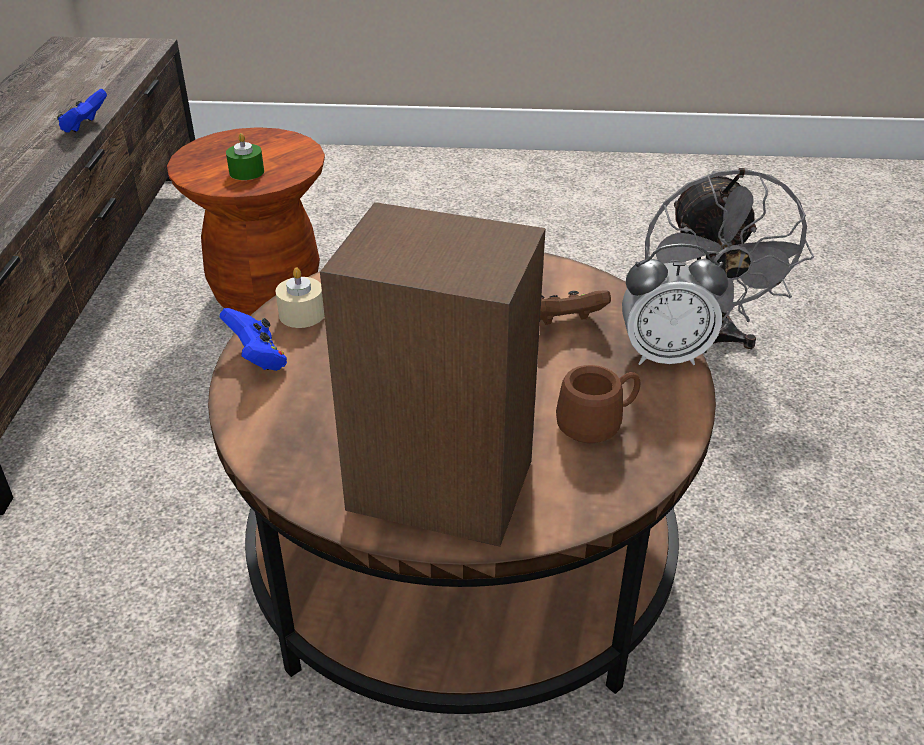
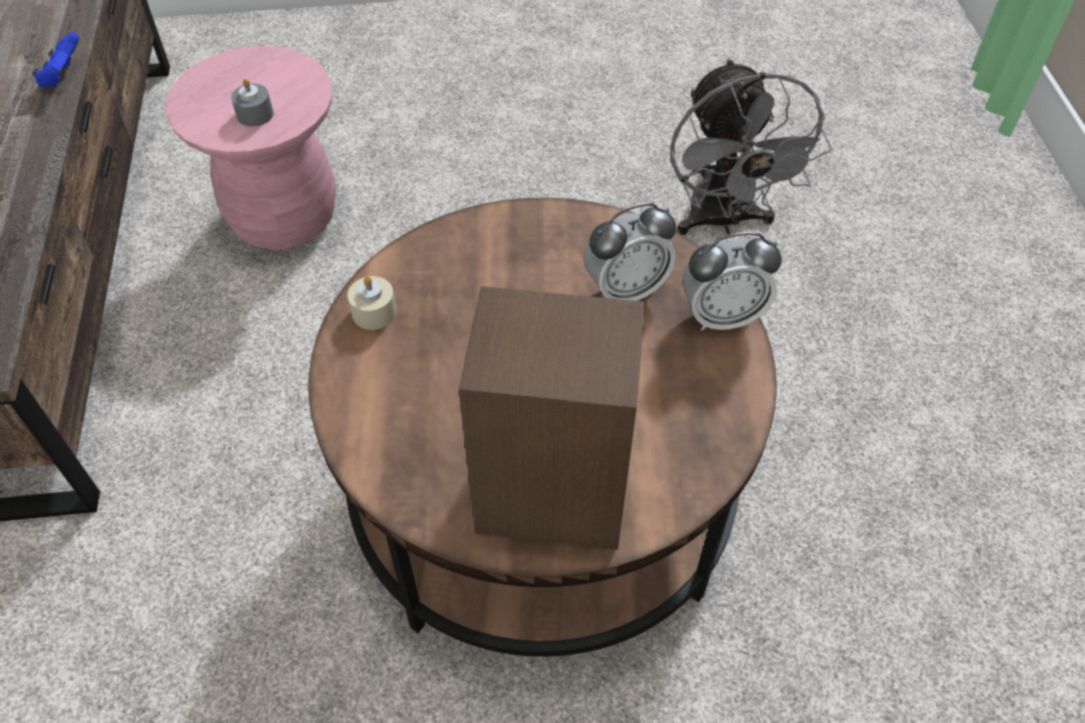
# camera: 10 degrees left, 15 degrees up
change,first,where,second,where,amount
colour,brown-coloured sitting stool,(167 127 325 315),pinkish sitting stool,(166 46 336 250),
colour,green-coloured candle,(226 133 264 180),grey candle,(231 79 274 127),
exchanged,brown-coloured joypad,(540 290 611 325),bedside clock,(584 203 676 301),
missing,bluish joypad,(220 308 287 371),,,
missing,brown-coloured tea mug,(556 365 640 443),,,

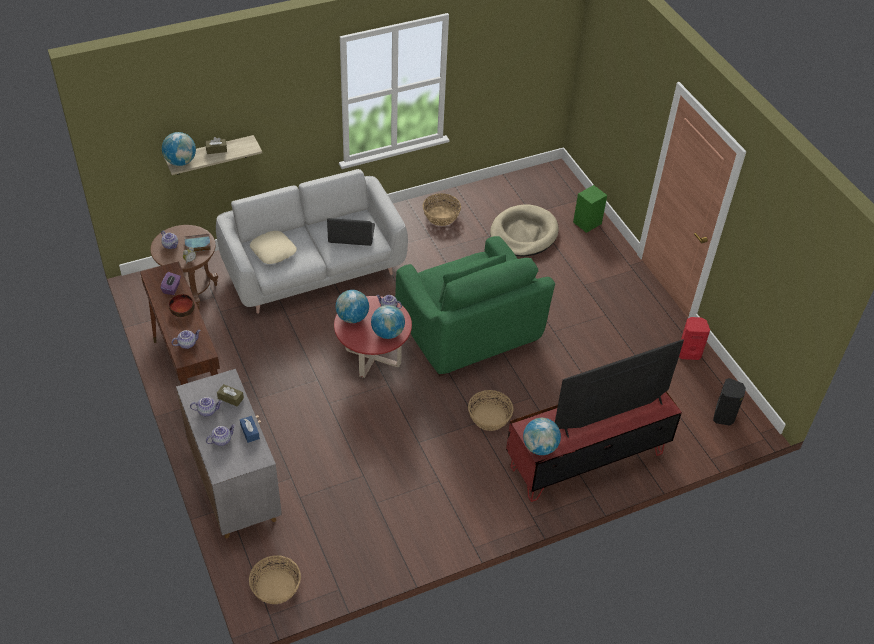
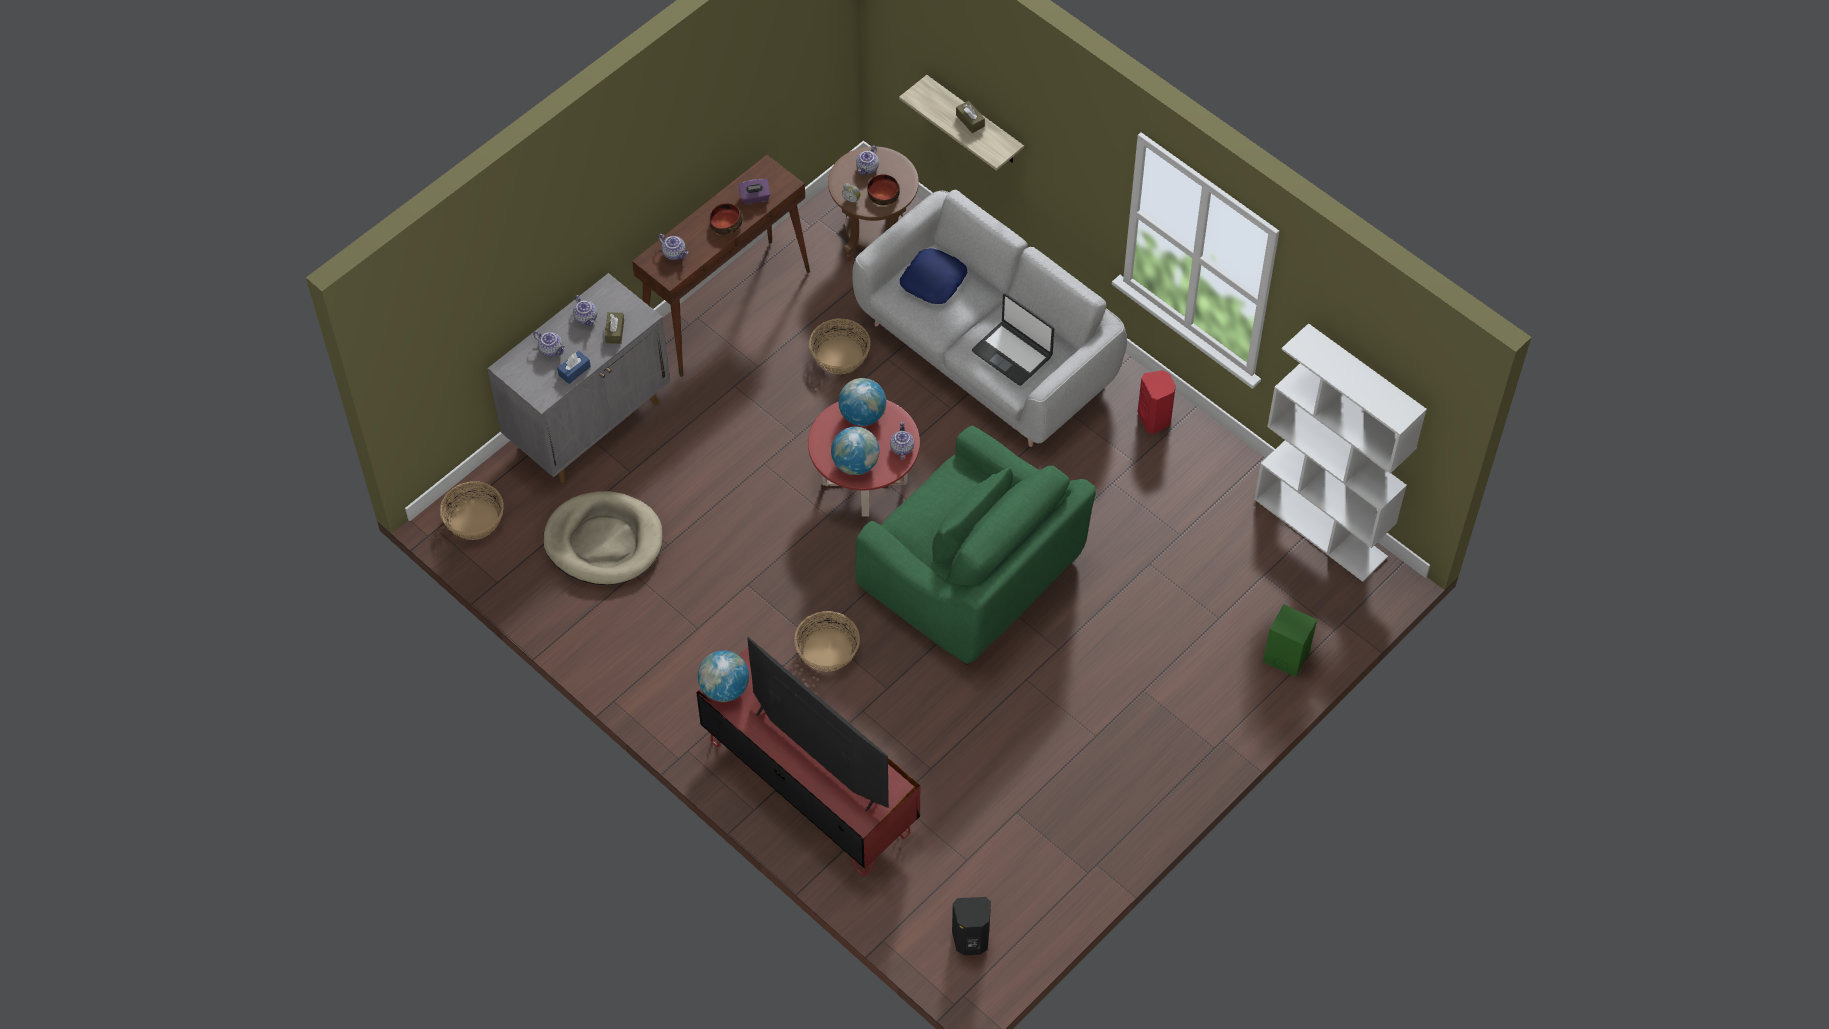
# camera: 70 degrees right, 10 degrees up
change,first,where,second,where,amount
missing,world globe,(162 132 196 166),,,
relocated,storage basket,(423 193 461 226),,(809 318 871 374),
relocated,sand-coloured dog bed,(490 204 559 257),,(543 491 662 585),
spun,portable computer,(327 218 375 246),,(972 293 1054 386),150 degrees clockwise
colour,sand-coloured pillow,(250 231 297 264),bluish pillow,(900 248 968 304),
exchanged,volume,(184 234 211 252),bowl,(867 174 900 206),
spun,green-coloured easy chair,(395 236 555 377),,(855 425 1096 666),90 degrees counterclockwise
relocated,red loudspeaker,(679 317 710 360),,(1137 370 1176 434),
appeared,,,white shelving unit,(1254 323 1427 582),

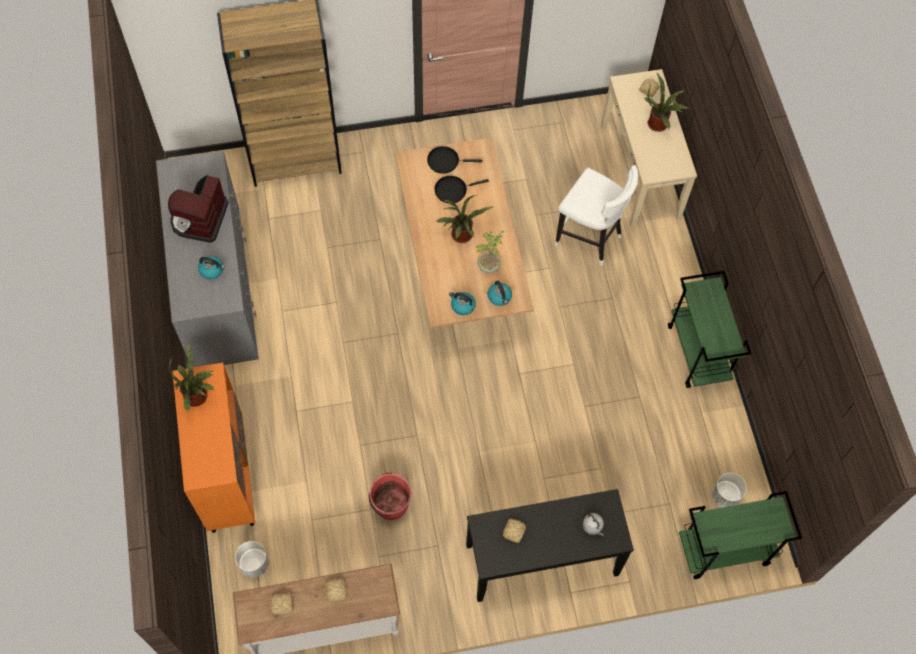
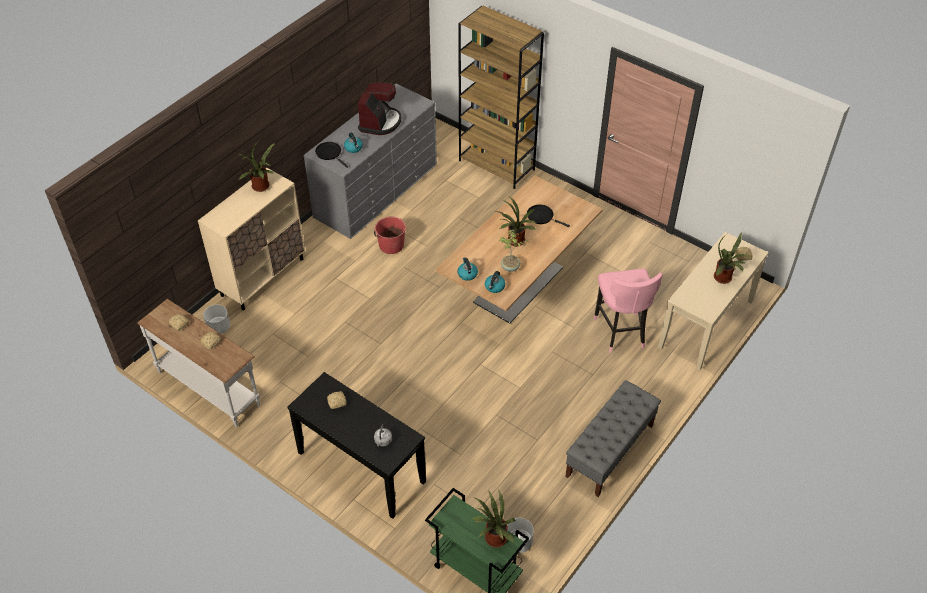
# camera: 50 degrees right, 15 degrees down
change,first,where,second,where,amount
relocated,black frying pan,(427 146 482 174),,(315 142 348 168),
colour,white sitting stool,(555 165 638 266),pinkish sitting stool,(594 269 663 353),
spun,coffee brewer,(168 175 229 243),,(358 82 401 135),135 degrees clockwise
exchanged,green-coloured wheeled cart,(668 271 752 388),grey long seat,(565 380 661 497),
colour,orangey cabinet,(172 363 255 533),sand-coloured cabinet,(198 168 305 310),
relocated,red pail,(369 473 411 520),,(374 216 406 254),
appeared,,,houseplant,(472 490 515 548),

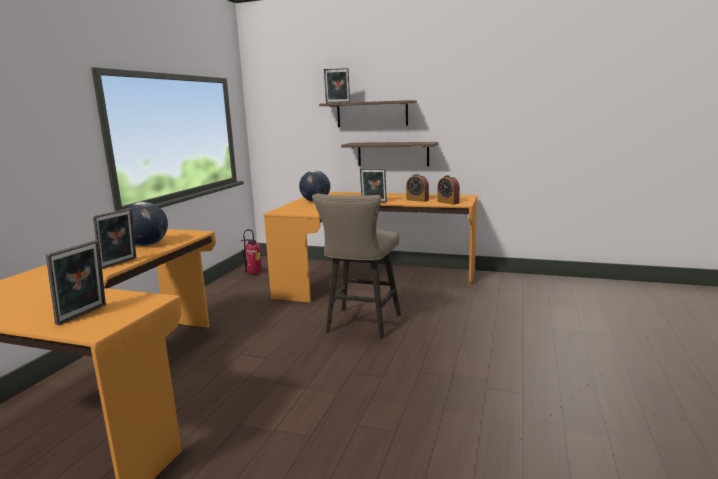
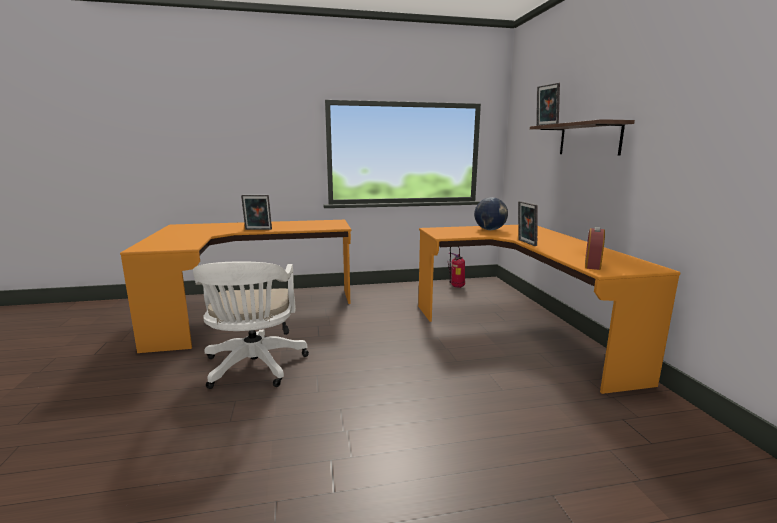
# camera: 60 degrees right, 0 degrees up
change,first,where,second,where,amount
missing,shelf,(341 142 438 166),,,
missing,bedside clock,(406 174 429 202),,,
missing,sand-coloured sitting stool,(312 194 401 339),,,
missing,world globe,(127 202 168 246),,,
missing,photo frame,(46 240 106 325),,,
appeared,,,white desk chair,(193 261 309 389),

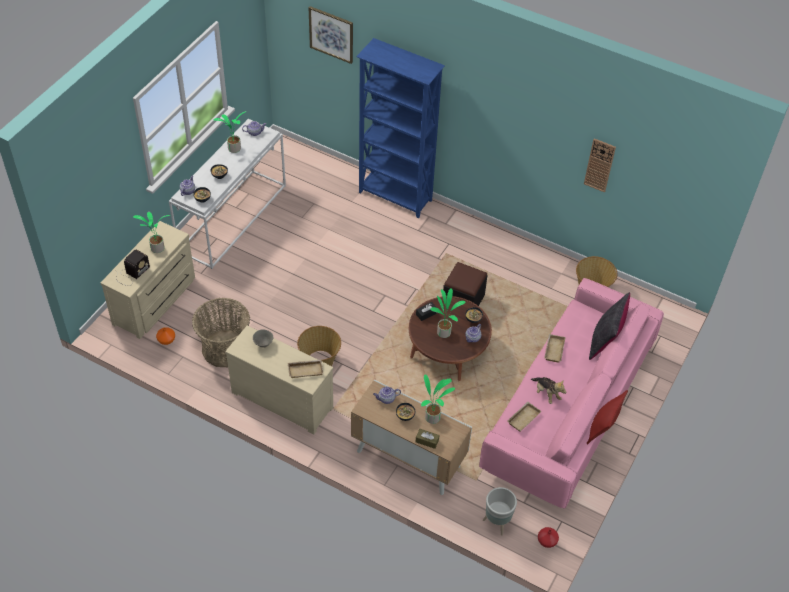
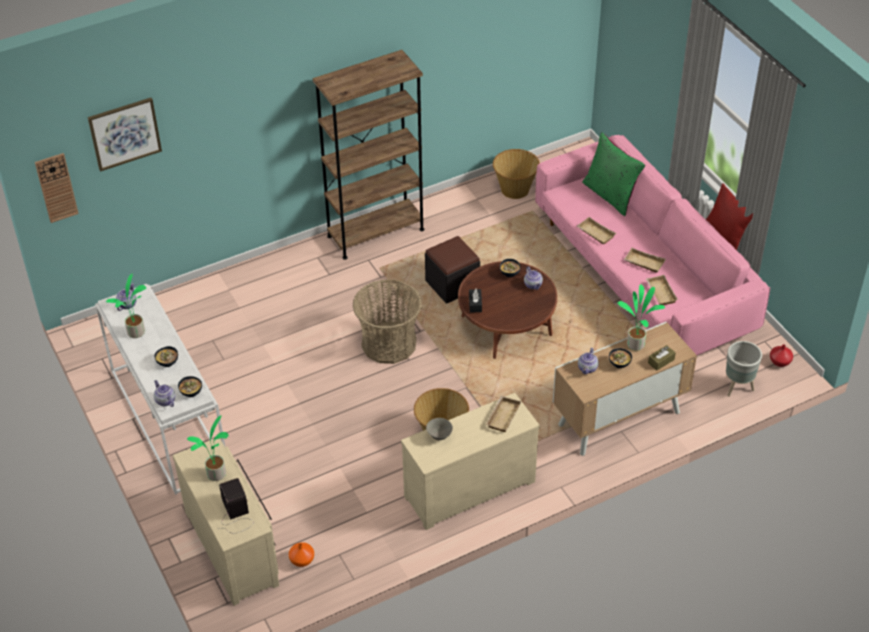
# camera: 55 degrees left, 5 degrees down
change,first,where,second,where,amount
missing,bluish shelving unit,(356 38 445 218),,,
relocated,clock on the wall,(584 138 616 193),,(35 153 79 223),
missing,houseplant,(430 288 465 338),,,
colour,black pillow,(589 292 630 360),green-coloured pillow,(582 132 645 216),
relocated,storage basket,(192 298 250 367),,(353 280 422 364),
exchanged,soft toy,(531 377 566 404),sand-coloured carrying tray,(624 248 666 272),
appeared,,,brown-coloured shelving unit,(313 50 424 260),

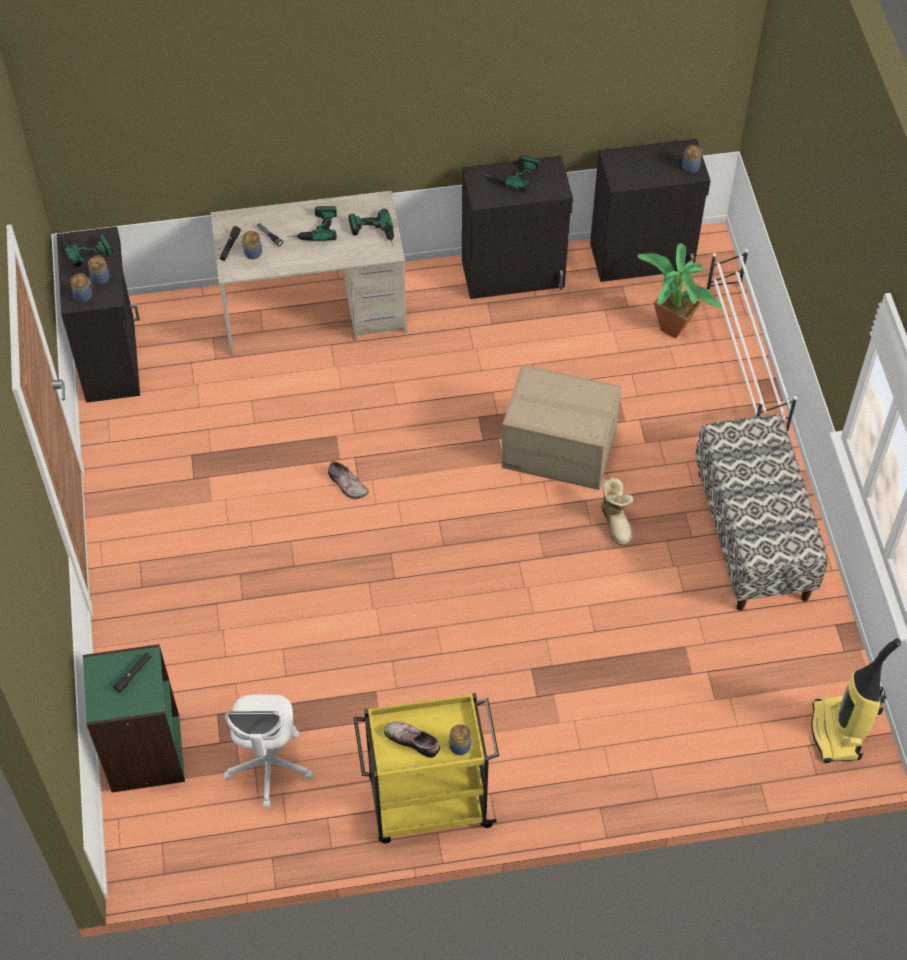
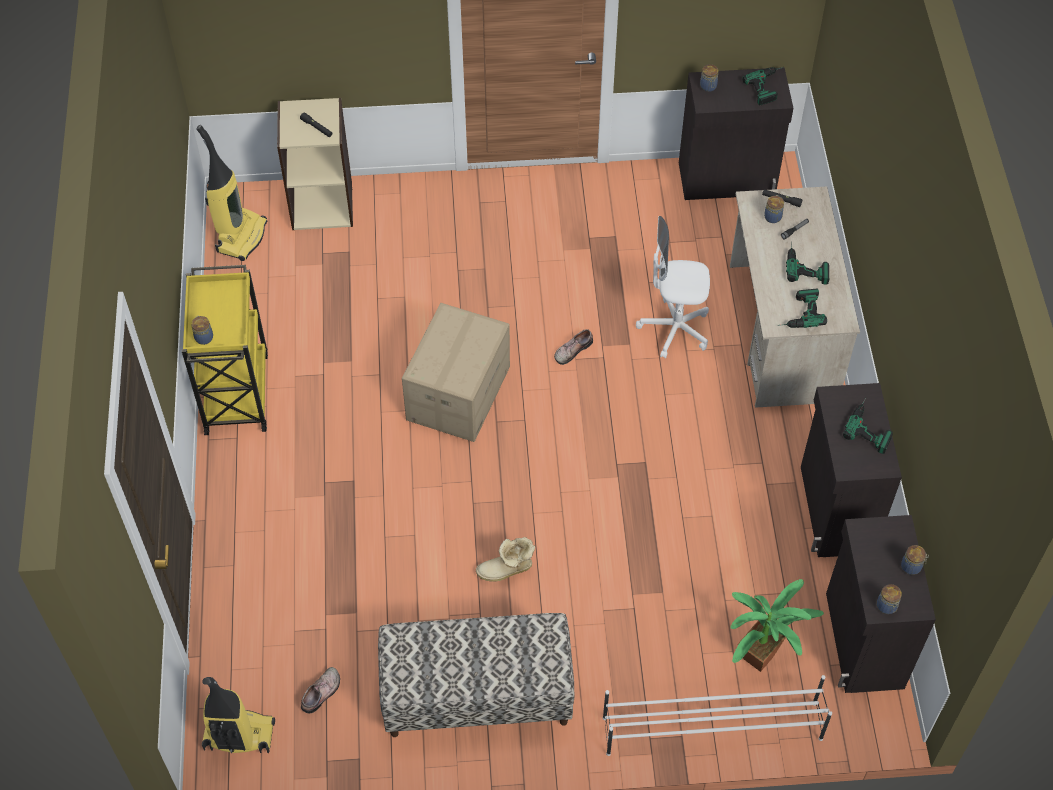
# camera: 95 degrees right, 0 degrees up
change,first,where,second,where,amount
relocated,preserve jar,(88 255 110 285),,(901 545 929 575),
relocated,packing box,(501 365 621 490),,(402 303 510 442),
colour,green-coloured shelving unit,(83 644 185 793),sand-coloured shelving unit,(277 98 353 230),
relocated,white desk chair,(224 694 313 808),,(636 216 710 358),
relocated,shoe,(384 721 440 758),,(301 667 340 714),
appeared,,,vacuum cleaner,(196 125 267 261),

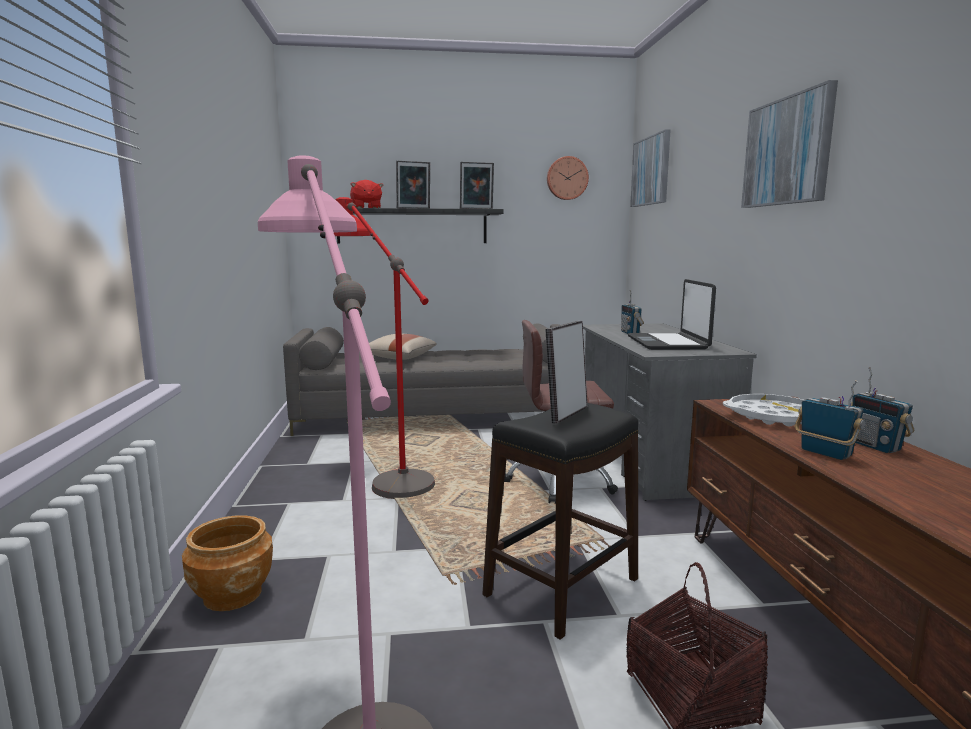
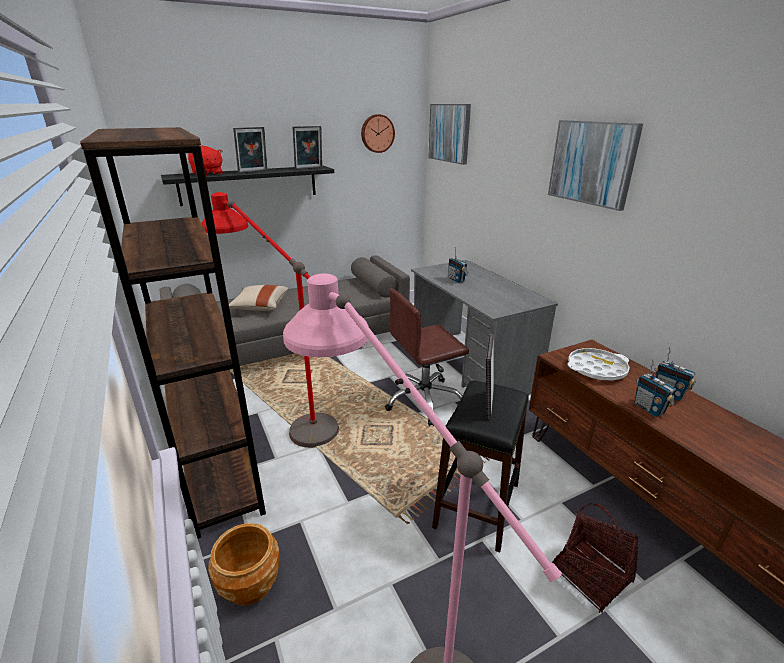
# camera: 20 degrees left, 15 degrees up
change,first,where,second,where,amount
missing,portable computer,(628 279 716 350),,,
spun,radio receiver,(795 380 865 460),,(634 359 676 417),150 degrees counterclockwise
appeared,,,brown-coloured shelving unit,(80 127 266 539),

